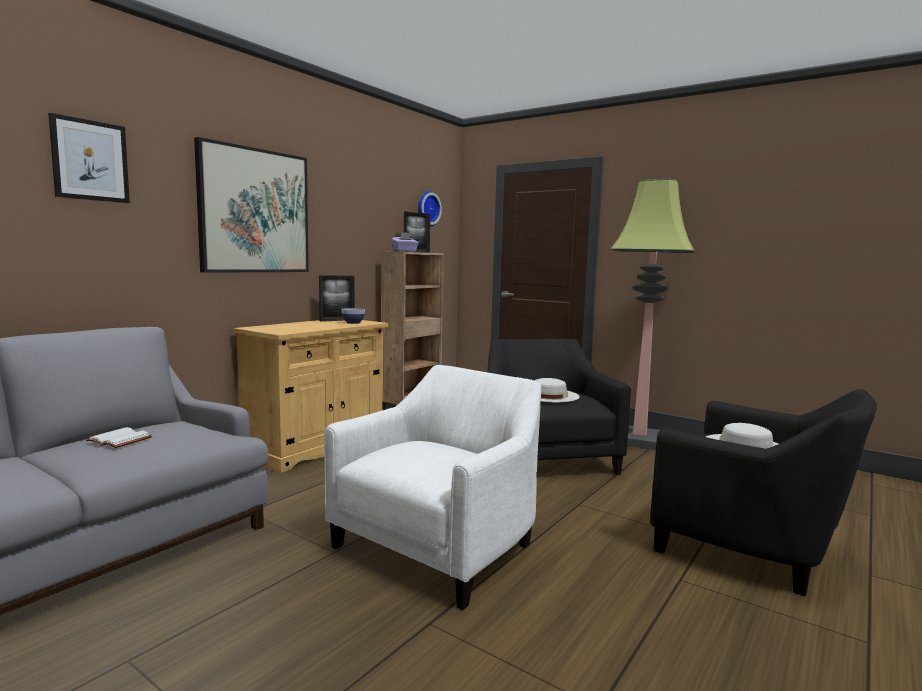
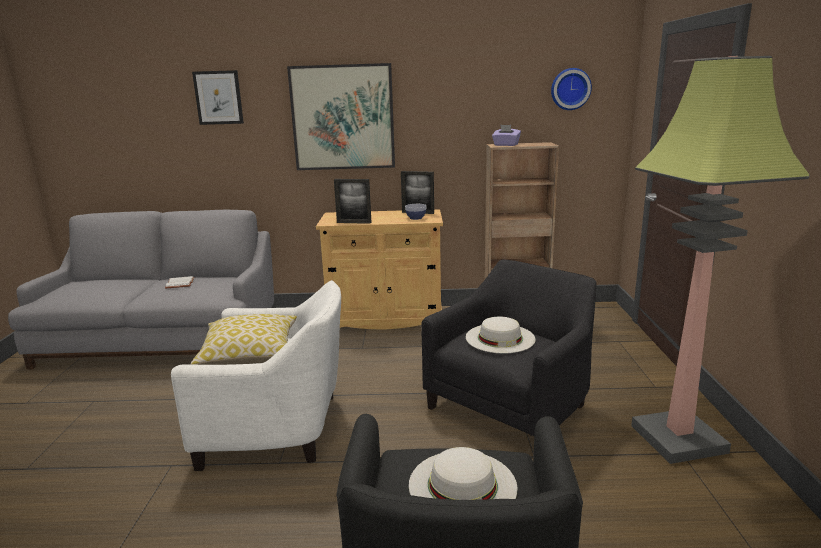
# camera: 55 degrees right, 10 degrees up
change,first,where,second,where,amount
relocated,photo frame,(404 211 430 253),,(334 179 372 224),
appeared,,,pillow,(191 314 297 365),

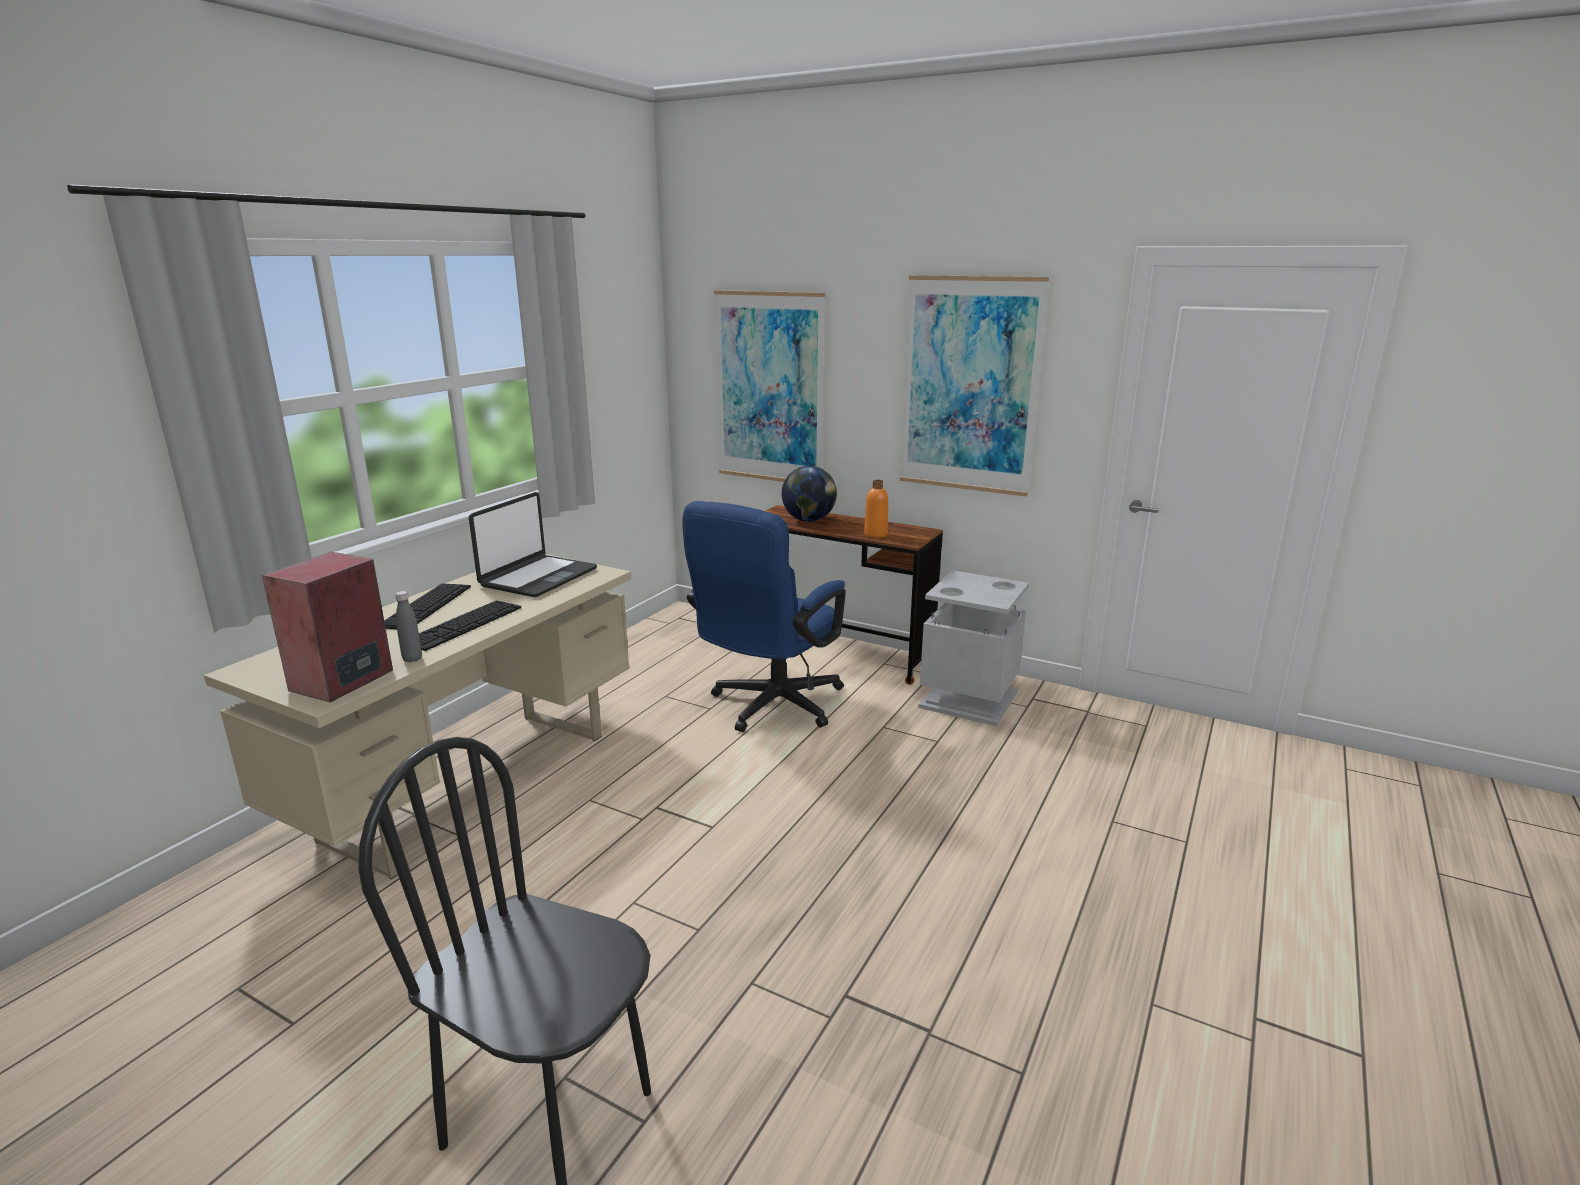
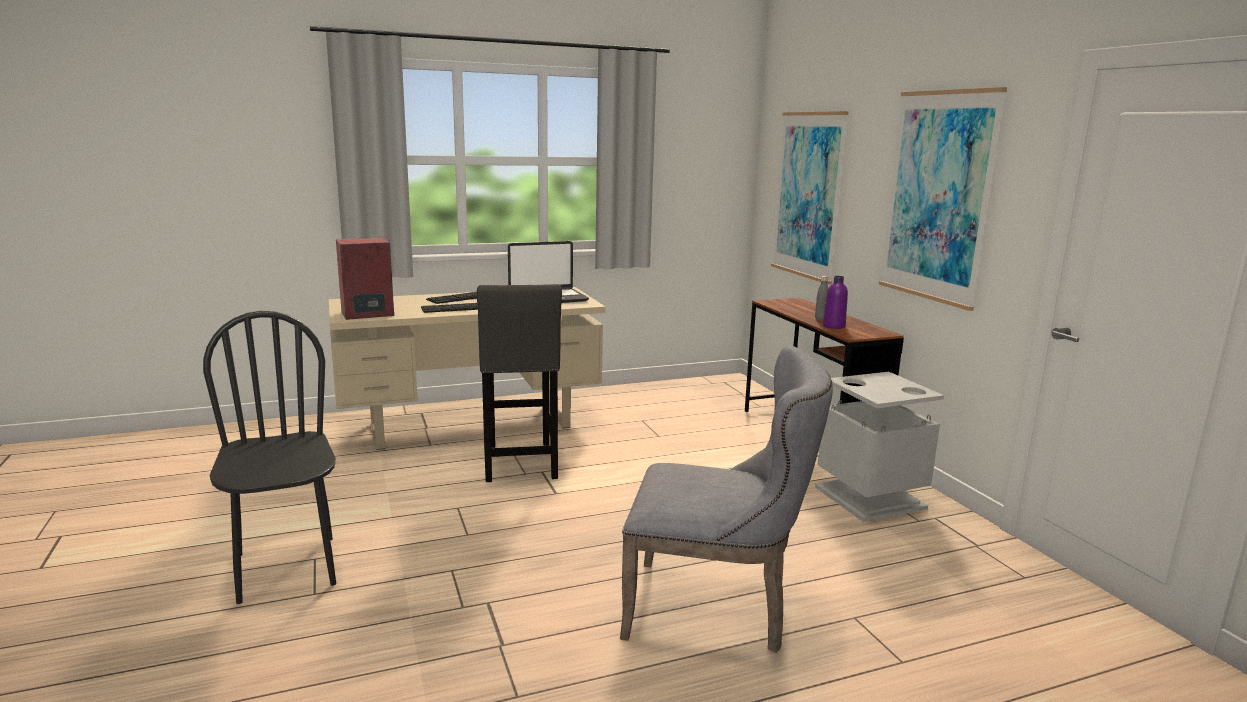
# camera: 40 degrees right, 5 degrees down
change,first,where,second,where,amount
missing,world globe,(781 466 837 522),,,
colour,orangey drink bottle,(864 480 888 538),purple-coloured drink bottle,(823 276 848 329),
missing,bluish desk chair,(682 501 846 732),,,
relocated,grey drink bottle,(395 591 422 662),,(815 276 828 320),
appeared,,,grey sitting stool,(477 284 562 482),
appeared,,,grey upright chair,(620 346 833 653),

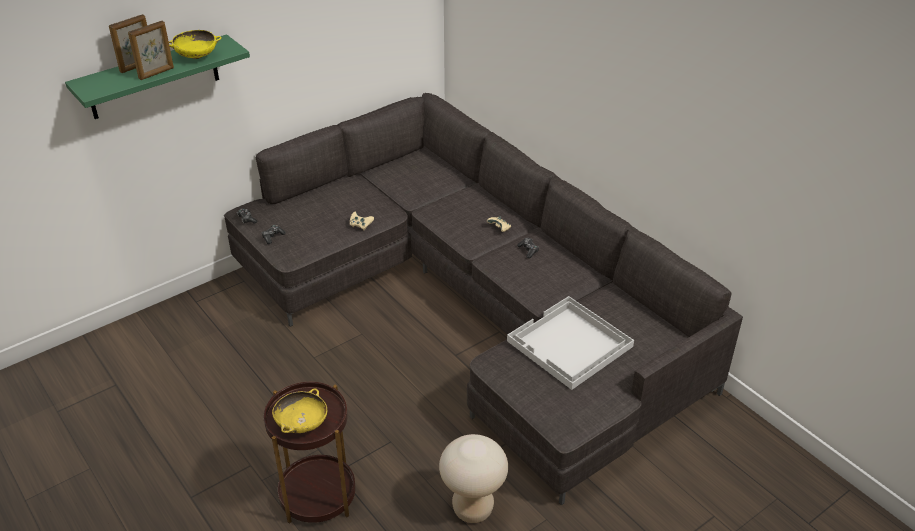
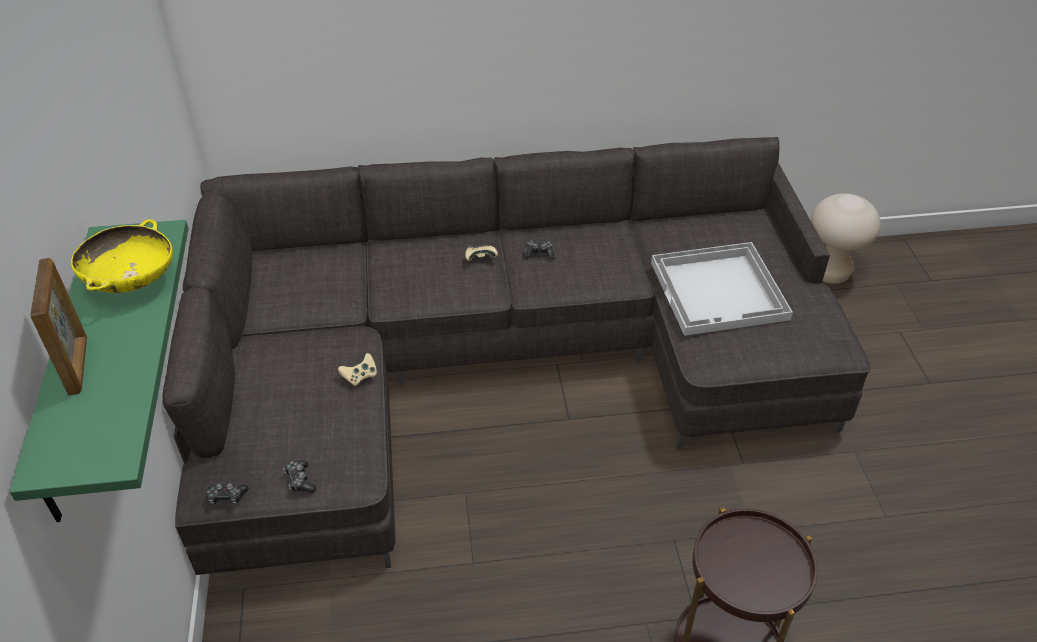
# camera: 60 degrees left, 5 degrees up
change,first,where,second,where,amount
missing,photo frame,(128 21 174 80),,,
missing,yellow bowl,(272 388 327 433),,,
relocated,sand-coloured sitting stool,(439 434 508 523),,(811 193 881 284),

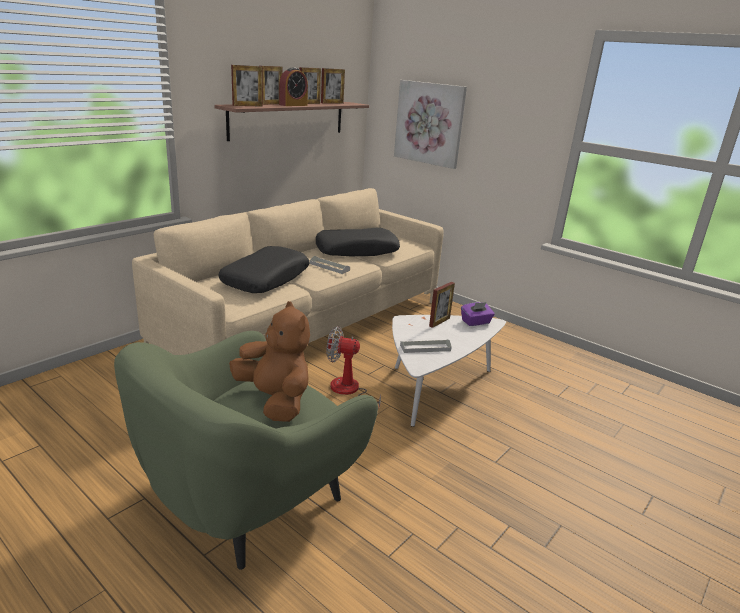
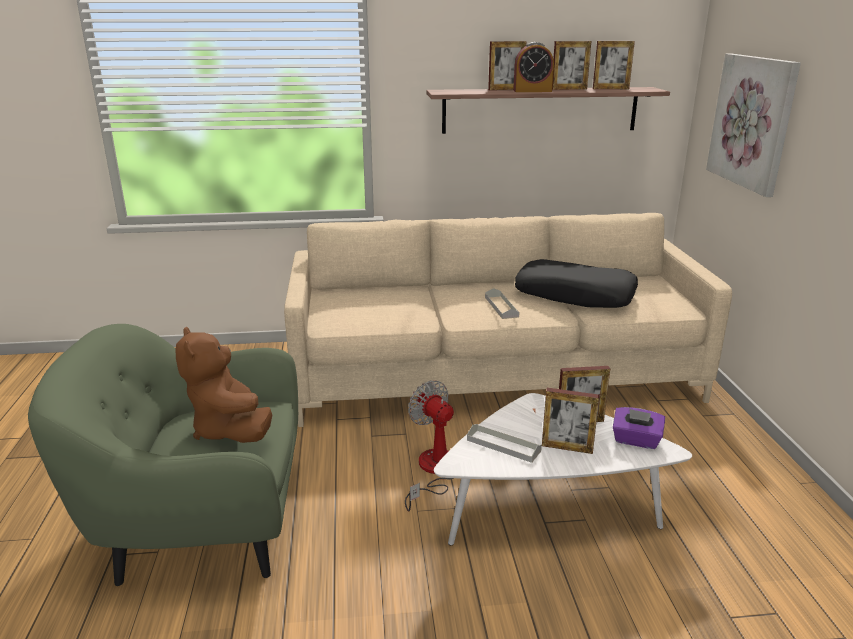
# camera: 45 degrees right, 0 degrees up
change,first,where,second,where,amount
relocated,photo frame,(231 65 262 107),,(542 388 600 454),
missing,black pillow,(218 246 310 293),,,
spun,brown-coloured soft toy,(229 301 310 422),,(176 326 272 443),150 degrees clockwise

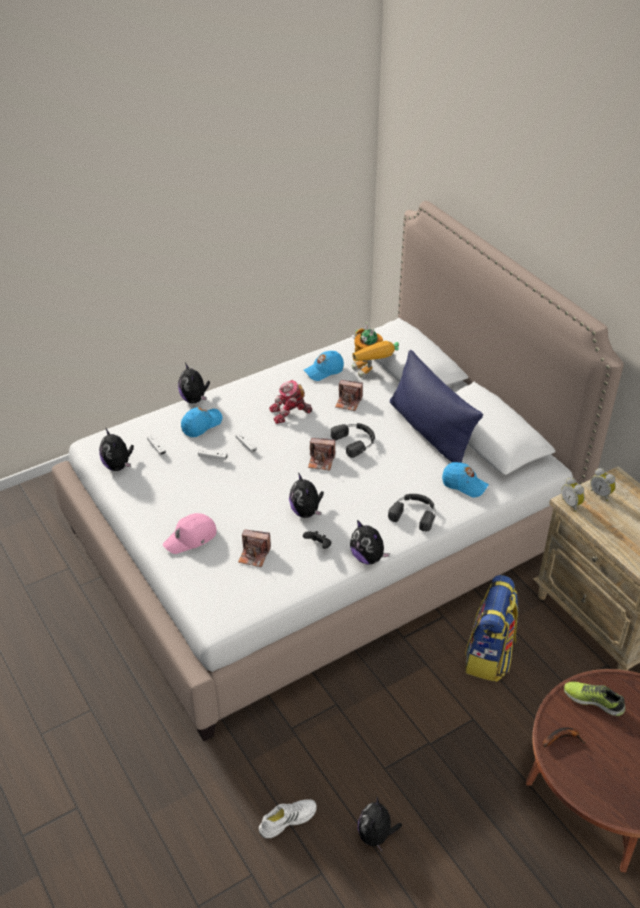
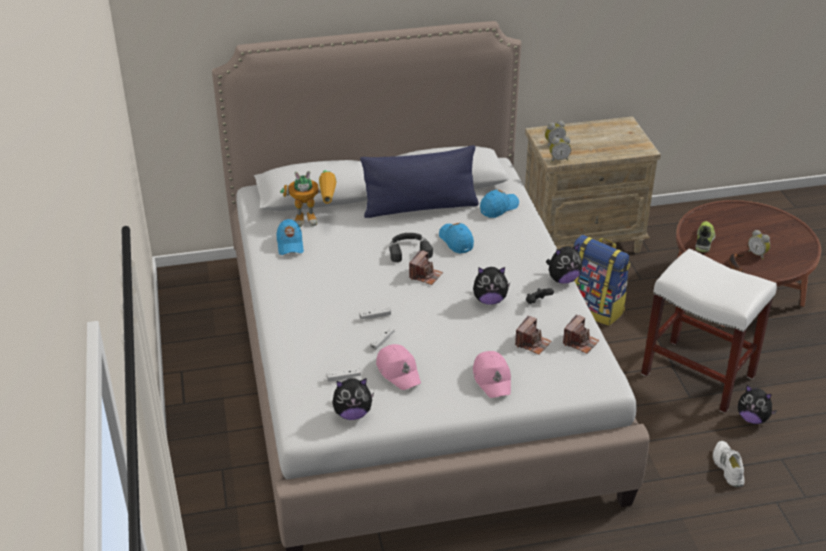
# camera: 70 degrees left, 5 degrees down
change,first,where,second,where,amount
missing,soft toy,(178 362 210 403),,,
missing,model robot,(269 380 312 424),,,
relocated,photo camera,(335 380 363 411),,(563 314 600 354),
relocated,bluish baseball cap,(181 407 222 437),,(439 223 474 254),
missing,black pair of headphones,(388 494 436 532),,,
spun,shoe,(564 682 625 716),,(695 221 715 252),150 degrees clockwise
appeared,,,bedside clock,(748 230 770 260),
appeared,,,white sitting stool,(641 248 777 413),
appeared,,,pinkish baseball cap,(376 344 421 390),

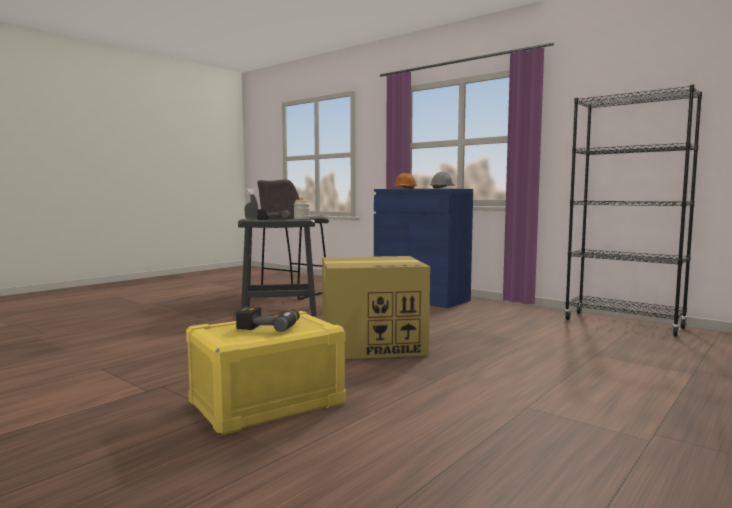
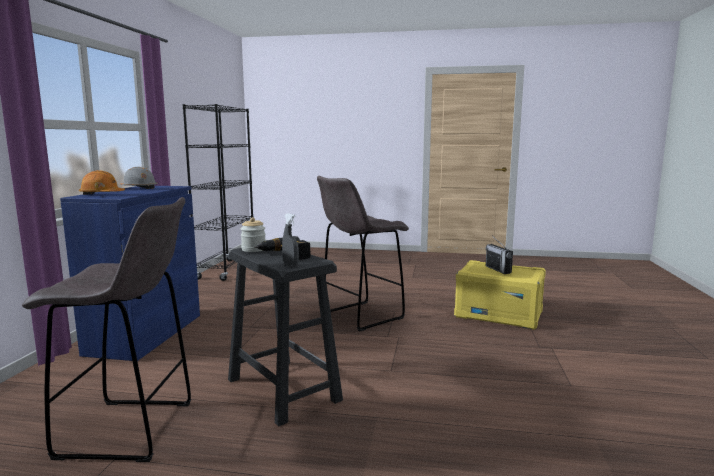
# camera: 120 degrees left, 5 degrees up
change,first,where,second,where,amount
exchanged,packing box,(322 256 430 359),grey sitting stool,(317 176 409 331),
exchanged,drill,(236 307 300 332),radio receiver,(485 237 513 274),

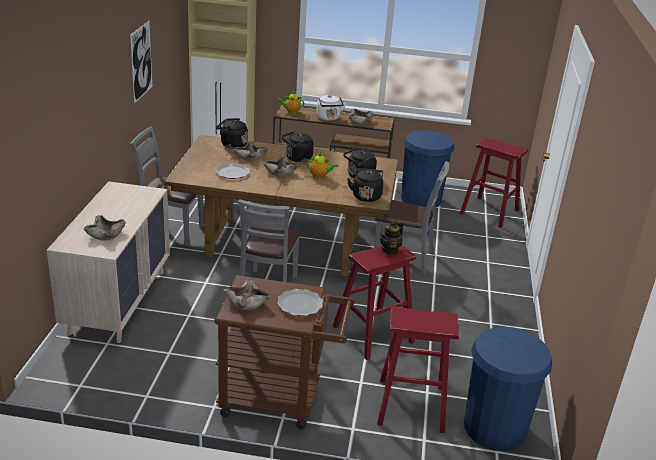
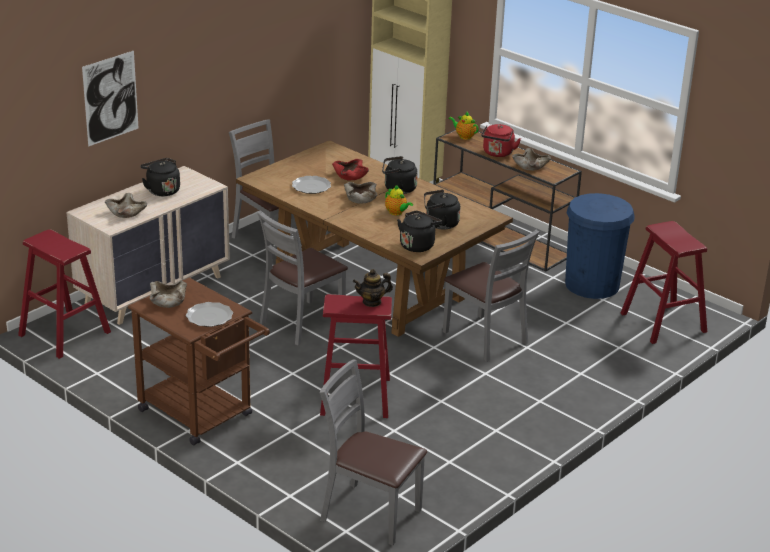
# camera: 35 degrees right, 0 degrees up
change,first,where,second,where,amount
relocated,picture,(130 21 152 104),,(82 51 138 147),
colour,white kettle,(316 95 346 121),red kettle,(481 124 521 157),
relocated,black kettle,(216 118 248 149),,(140 158 180 196),
colour,sand-coloured bowl,(234 142 268 161),red bowl,(332 159 369 180),
relocated,red sitting stool,(377 307 459 433),,(18 230 111 359),
exchanged,bluish rubbish bin,(464 327 552 451),grey upright chair,(320 359 427 546),

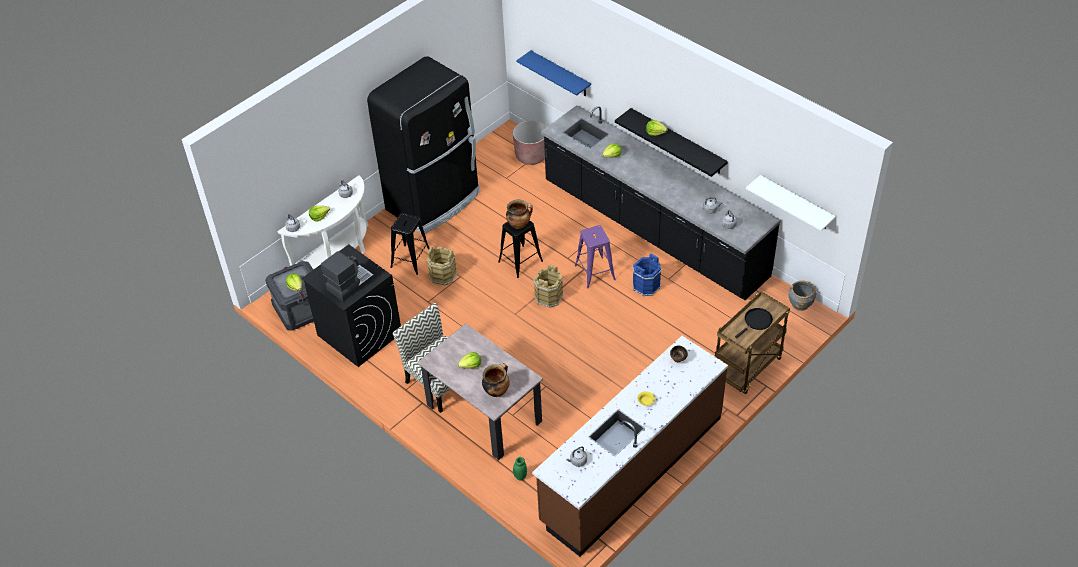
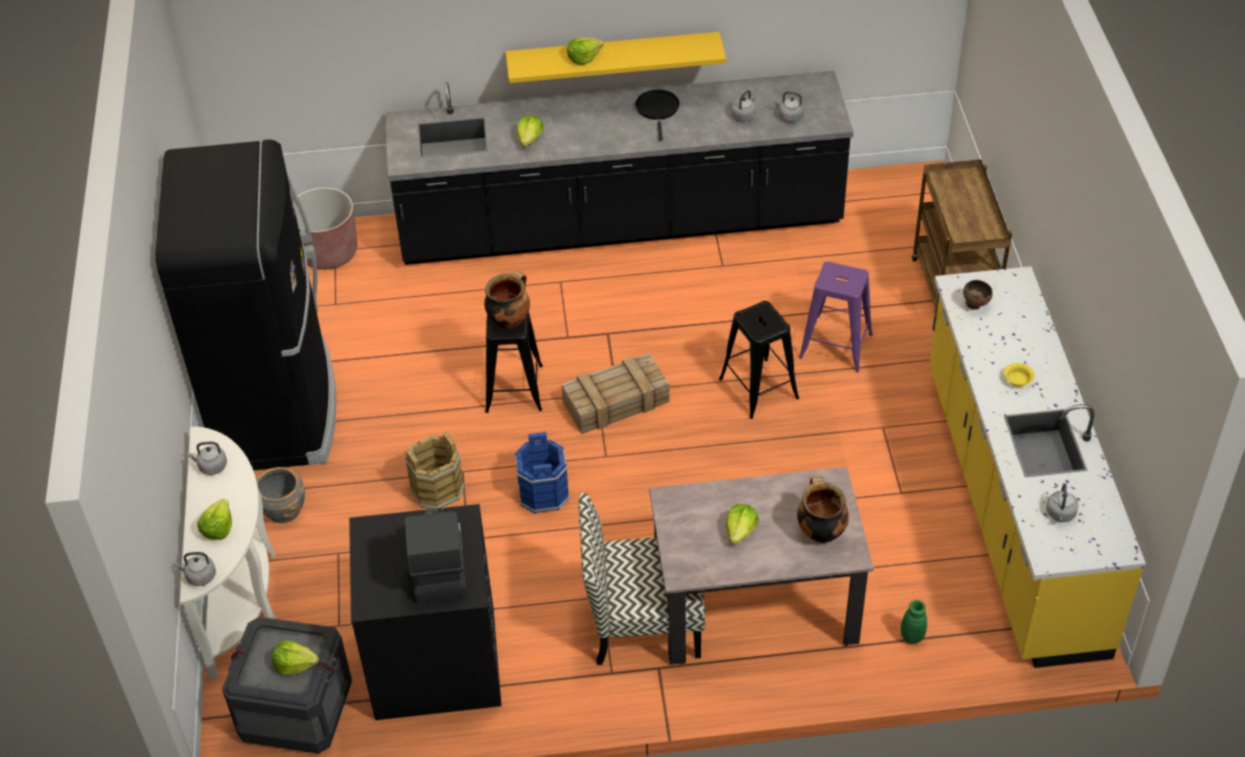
# camera: 50 degrees left, 0 degrees up
change,first,where,second,where,amount
missing,bluish shelf,(516 51 591 96),,,
colour,black shelf,(615 108 728 177),yellow shelf,(506 32 726 83),
missing,white shelf,(746 175 836 231),,,
relocated,black sitting stool,(390 213 430 275),,(719 301 799 419),
relocated,purple-coloured sitting stool,(575 225 616 288),,(799 261 873 373),
relocated,bluish pail,(632 253 662 296),,(515 432 570 514),
exchanged,brown-coloured pail,(533 264 563 308),shipping crate,(562 353 670 434),
relocated,grey planter,(788 281 816 311),,(256 467 305 523),
relocated,black frying pan,(735 308 773 338),,(636 90 680 140),
colour,brown-coloured kitchen base unit,(533 336 728 557),yellow kitchen base unit,(929 266 1146 668),

